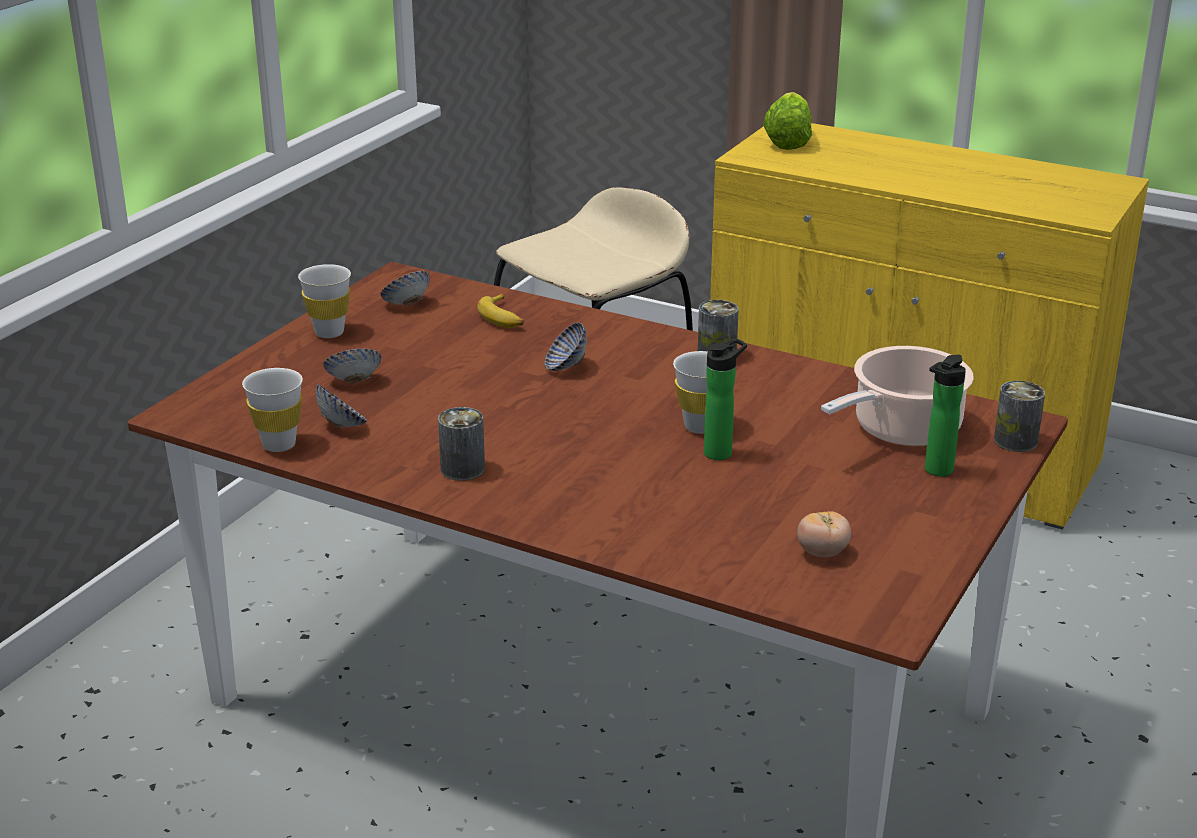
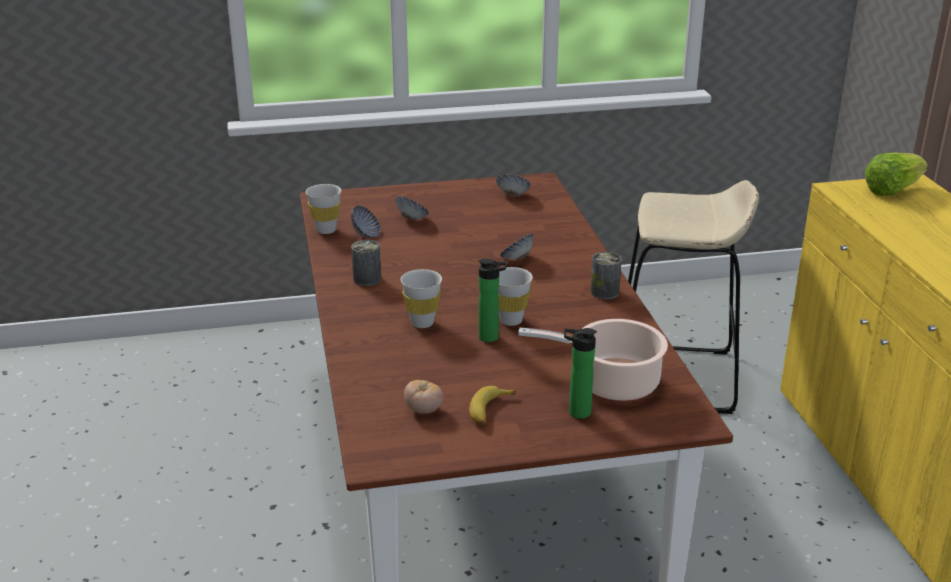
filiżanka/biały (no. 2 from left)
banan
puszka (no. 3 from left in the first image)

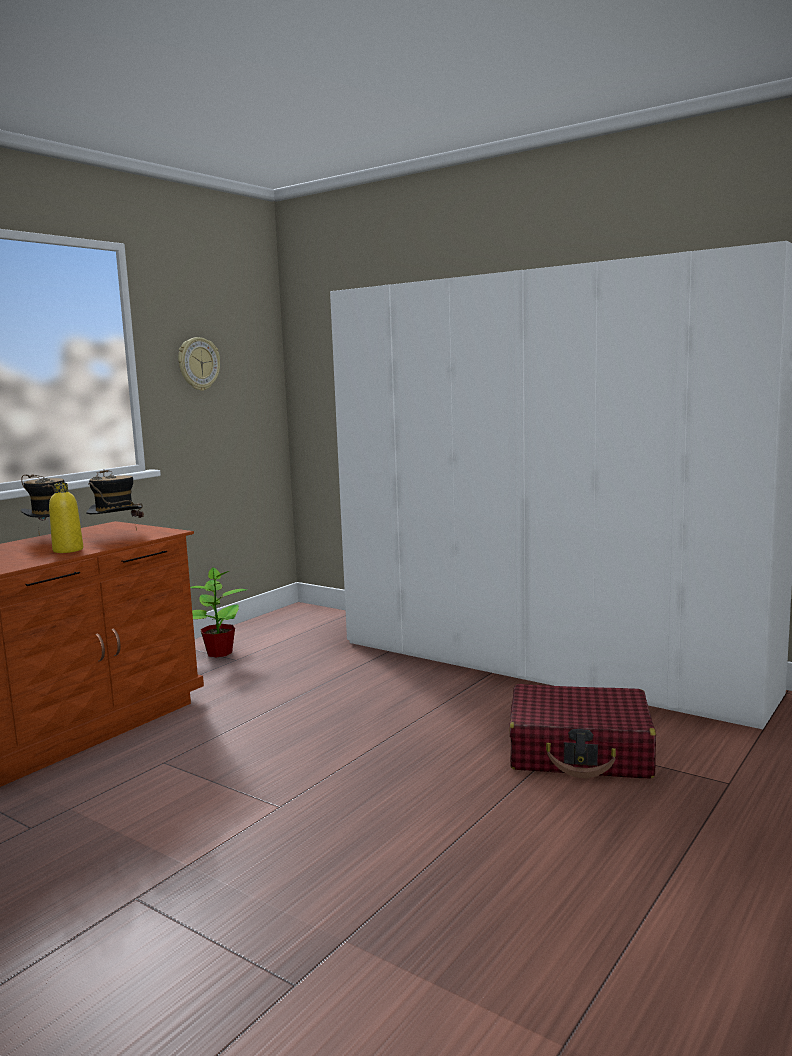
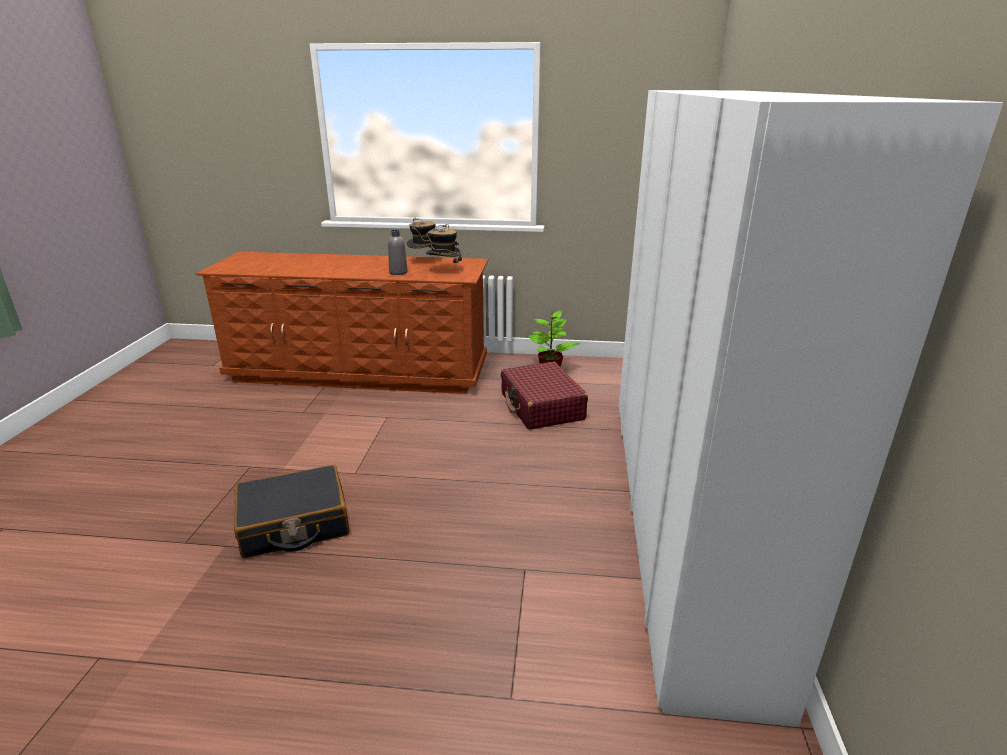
walizka/czarny
butelka/szary
walizka/czerwony
zegar ścienny

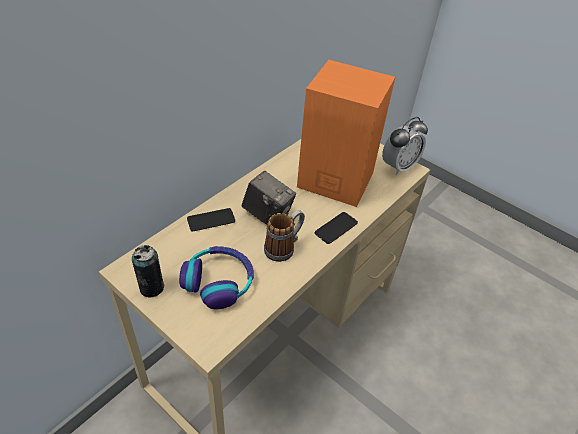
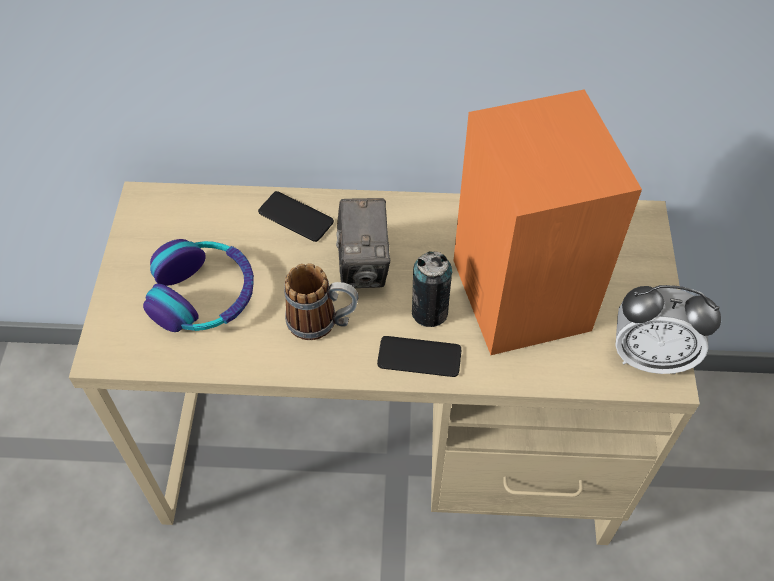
puszka

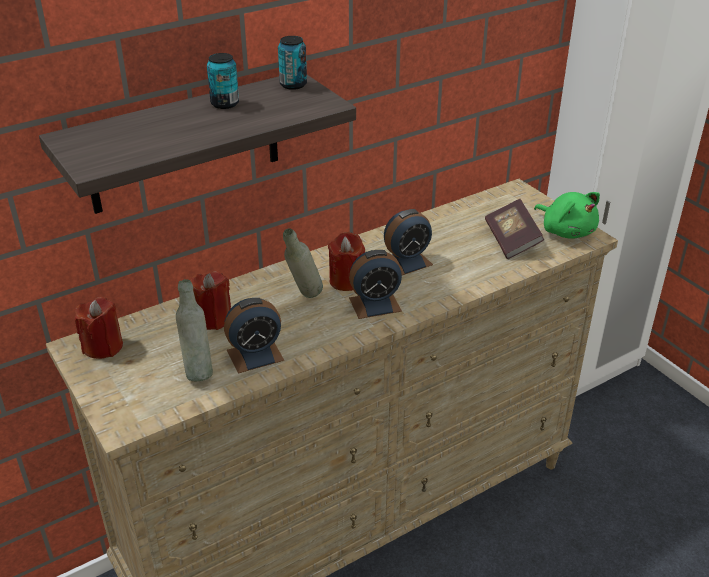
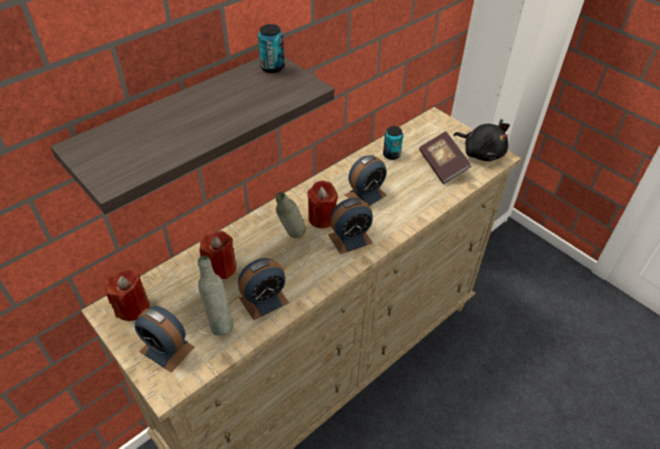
budzik (no. 1 from left)
puszka (no. 2 from left)
pluszak/czarny

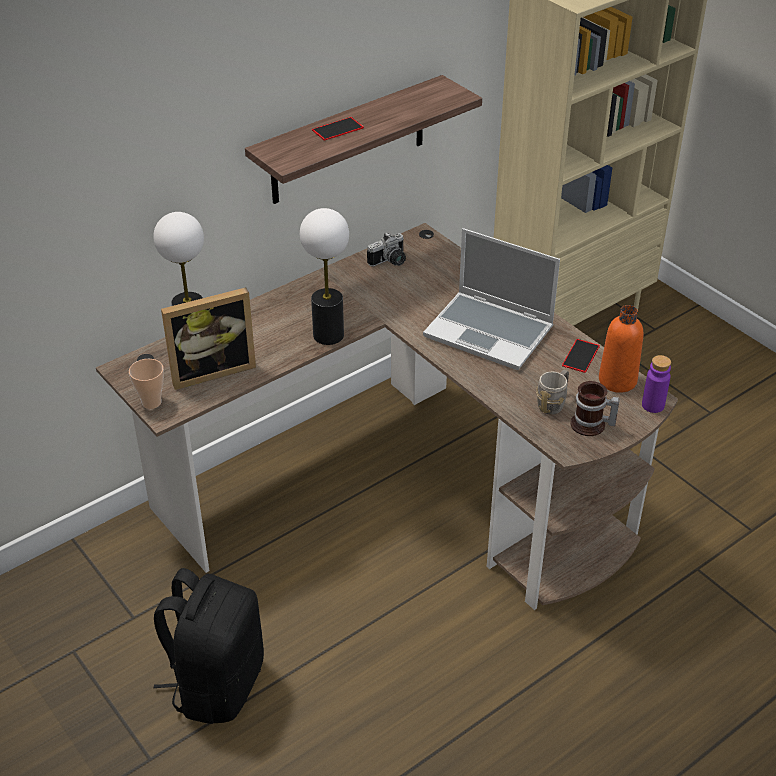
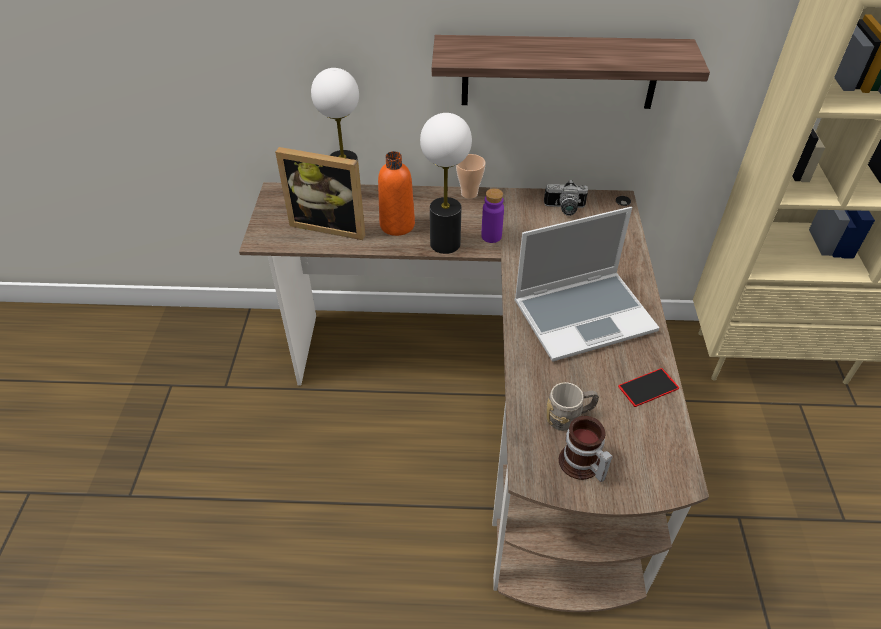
butelka/pomarańczowy
filiżanka
butelka/fioletowy
laptop
plecak/czarny
telefon (no. 1 from left in the first image)

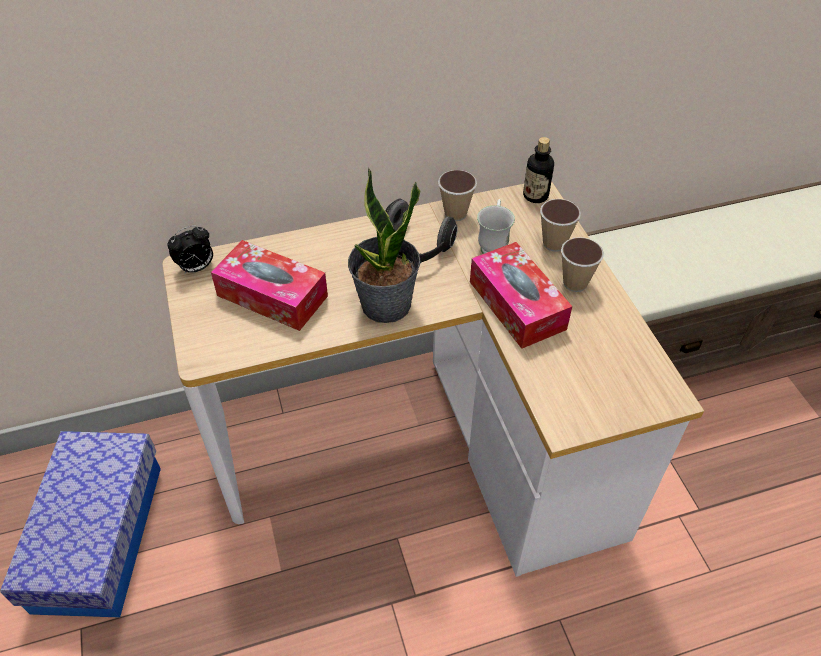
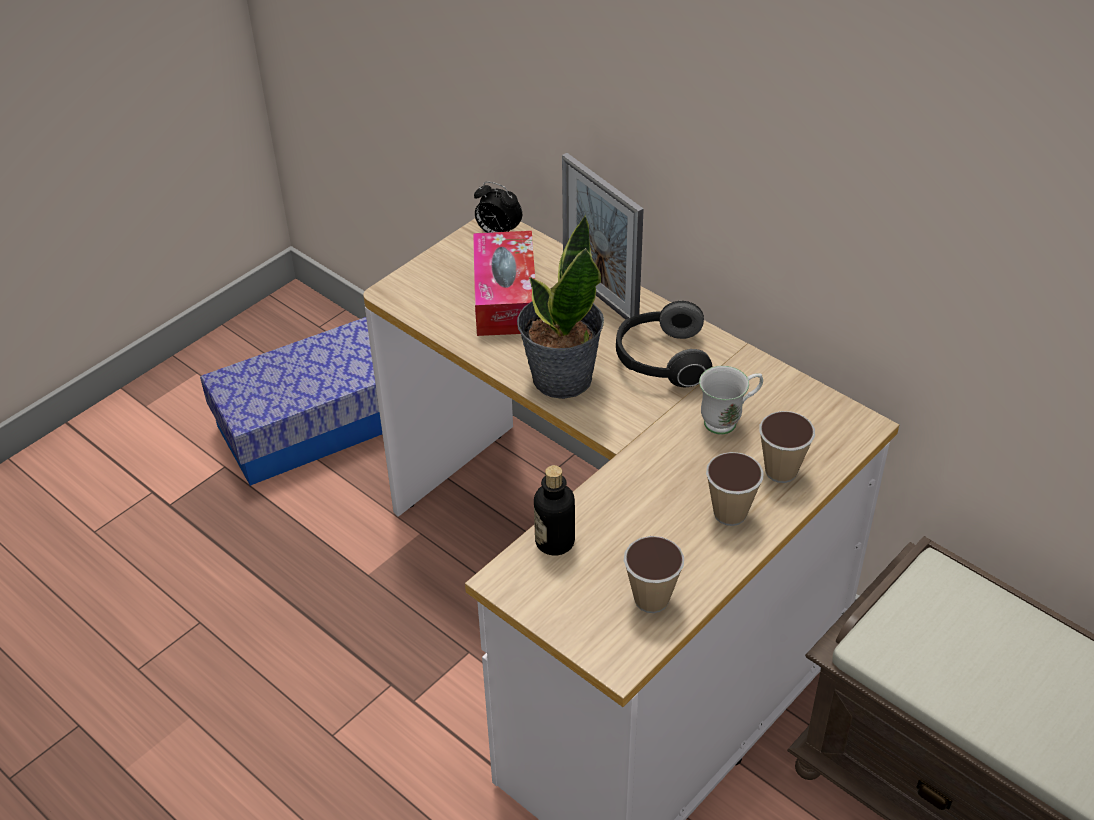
butelka
ramka na zdjęcie
filiżanka (no. 1 from left)
pudełko chusteczek (no. 2 from left in the first image)

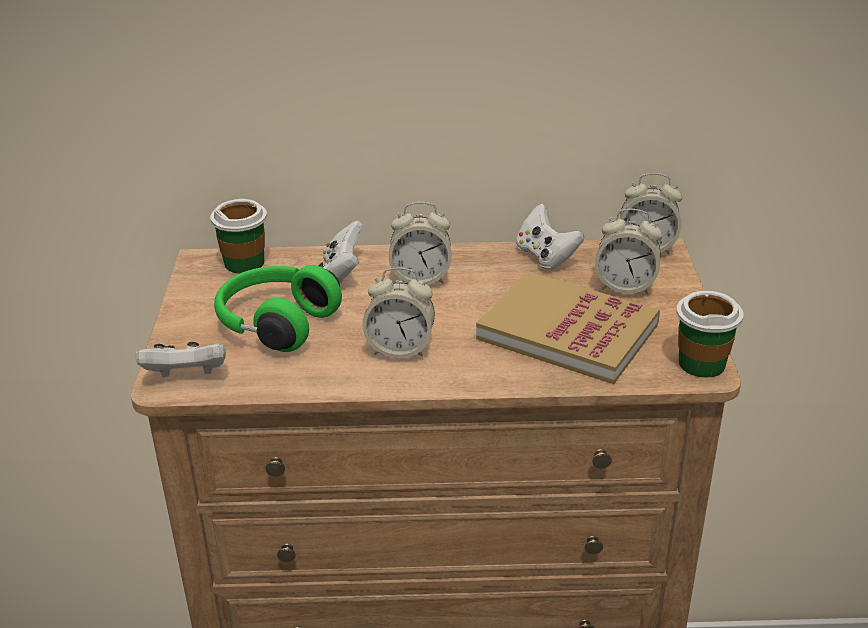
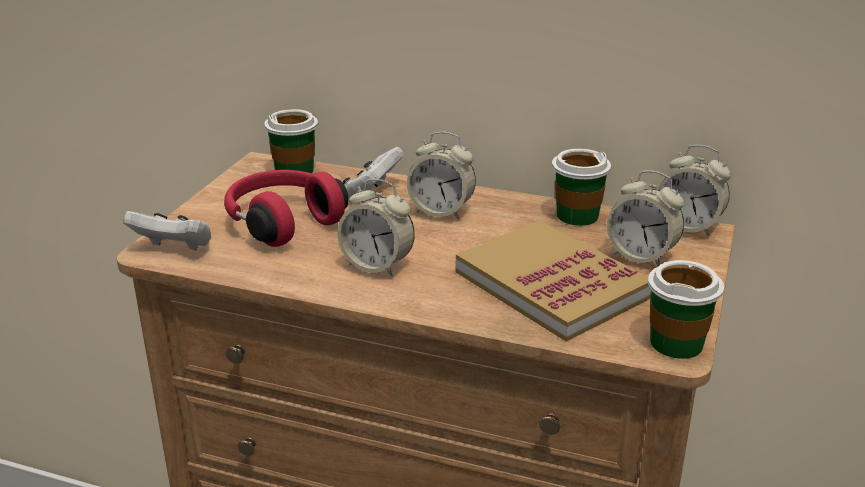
słuchawki/czerwony
filiżanka (no. 2 from left)

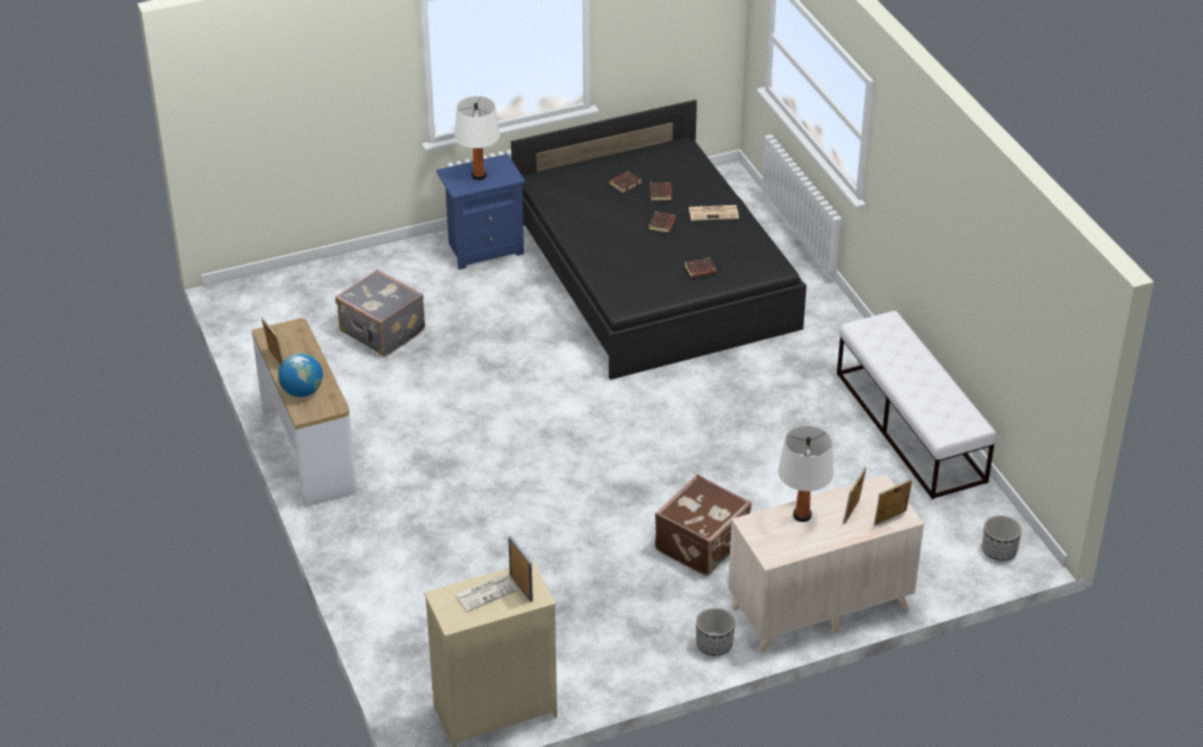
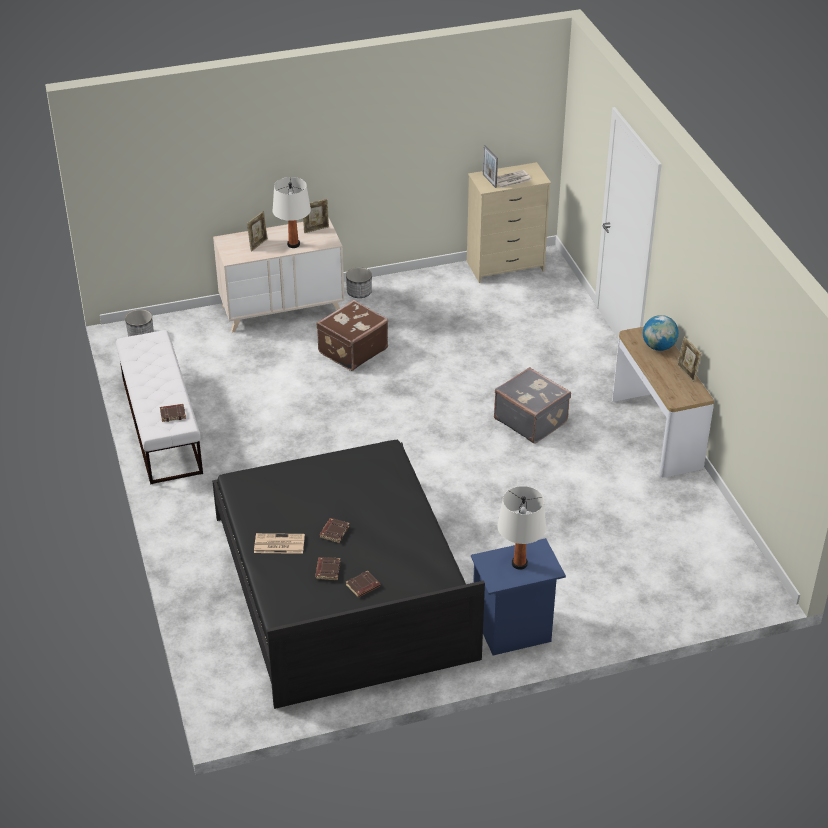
książka/brązowy (no. 1 from left)
ramka na zdjęcie (no. 2 from left)
walizka/szary

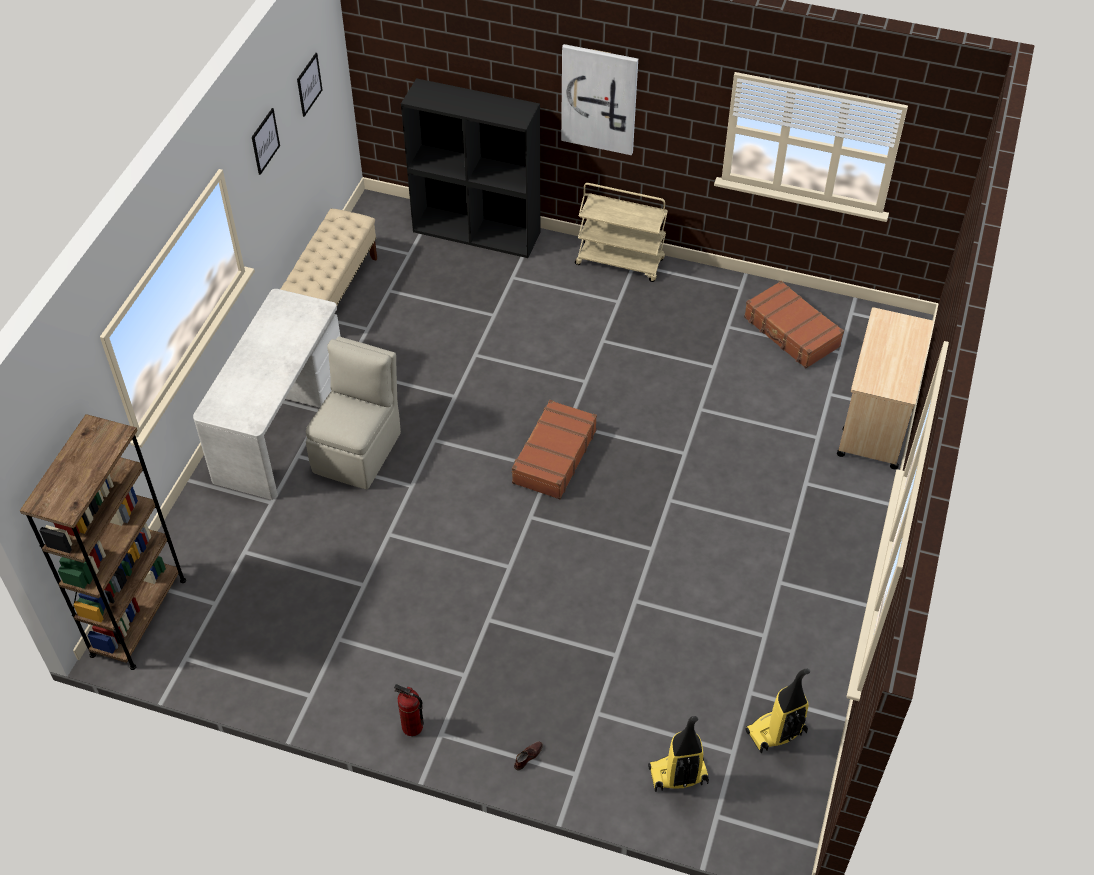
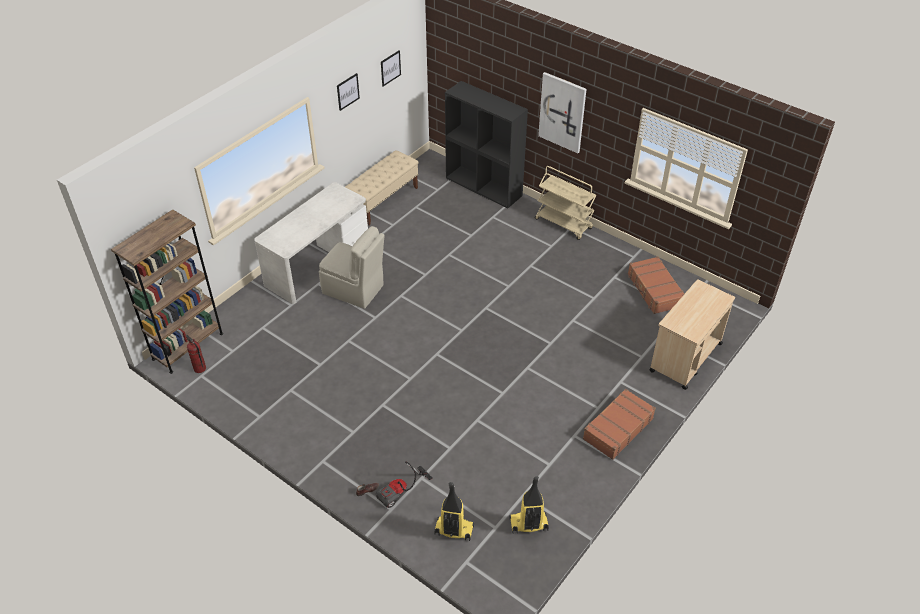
gaśnica
krzesło/beżowy
odkurzacz (no. 1 from left)
walizka/brązowy (no. 1 from left)

